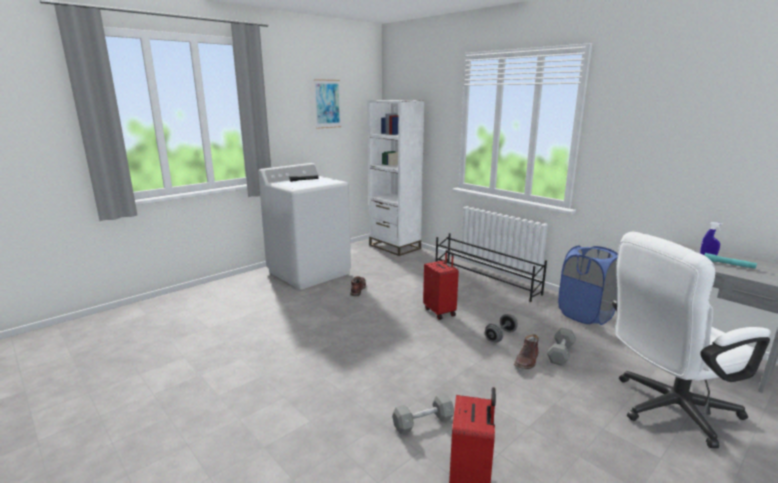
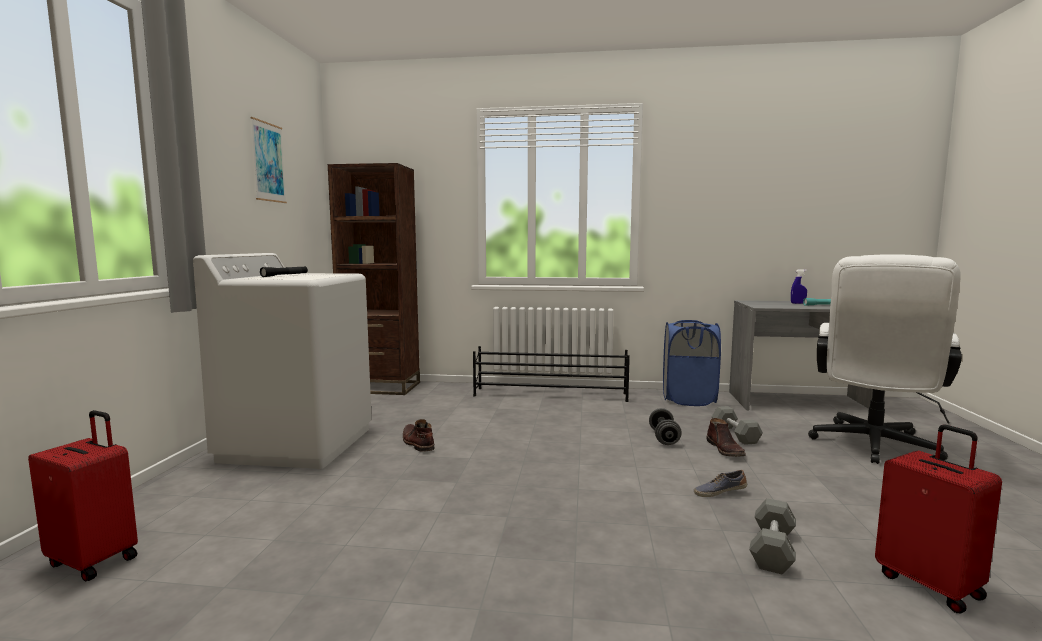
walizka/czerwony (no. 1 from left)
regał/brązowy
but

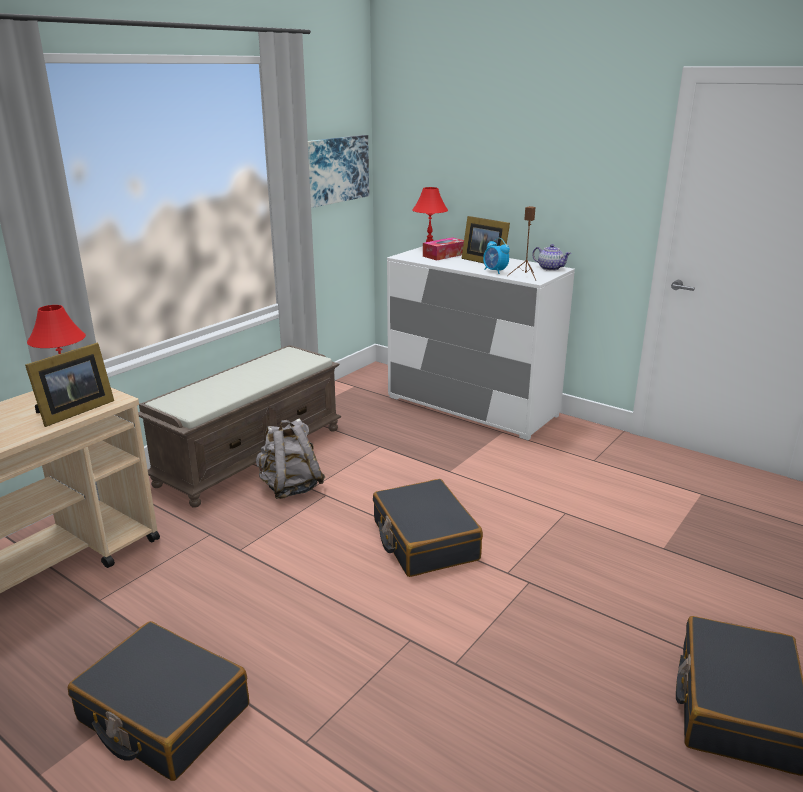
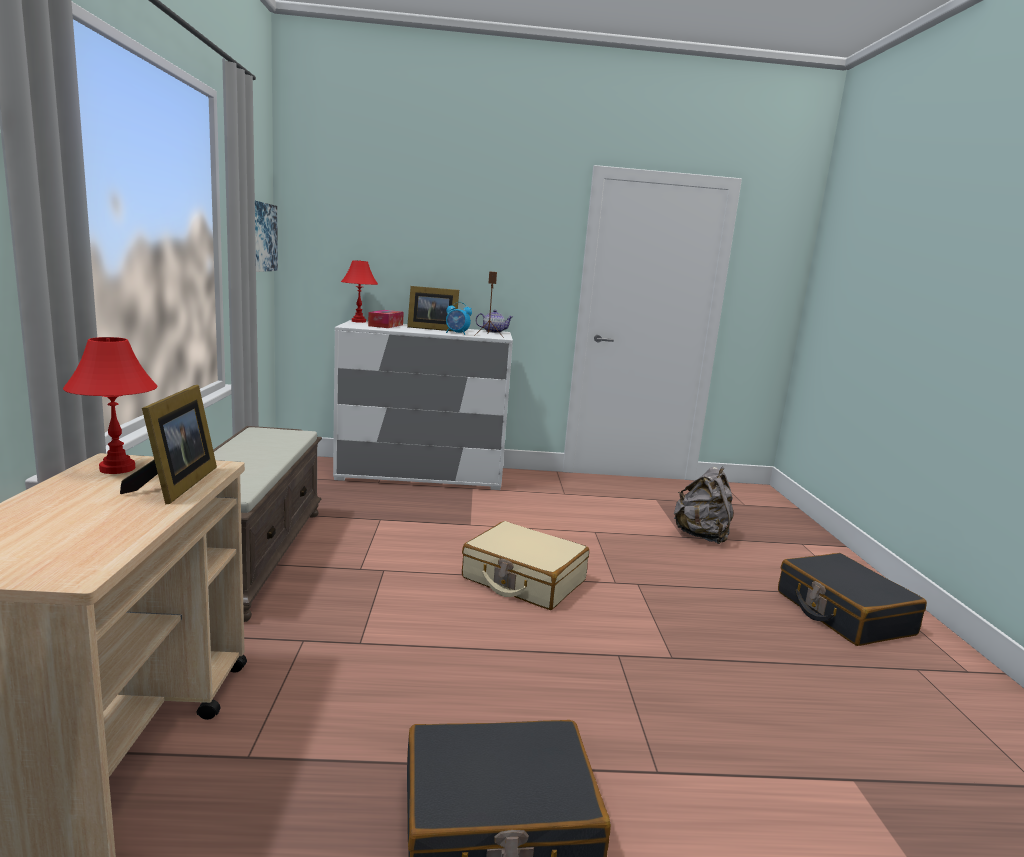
walizka/beżowy
plecak/szary

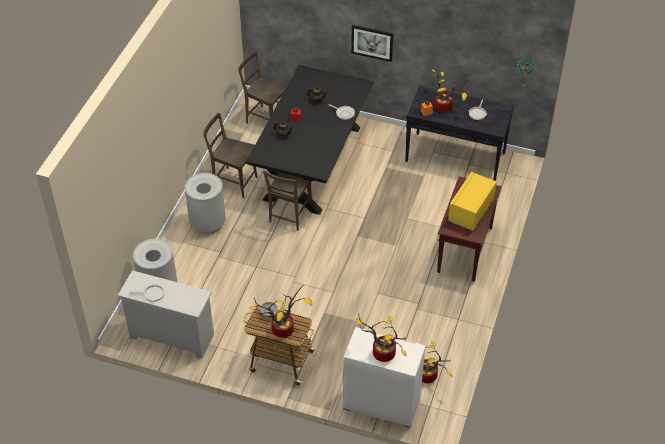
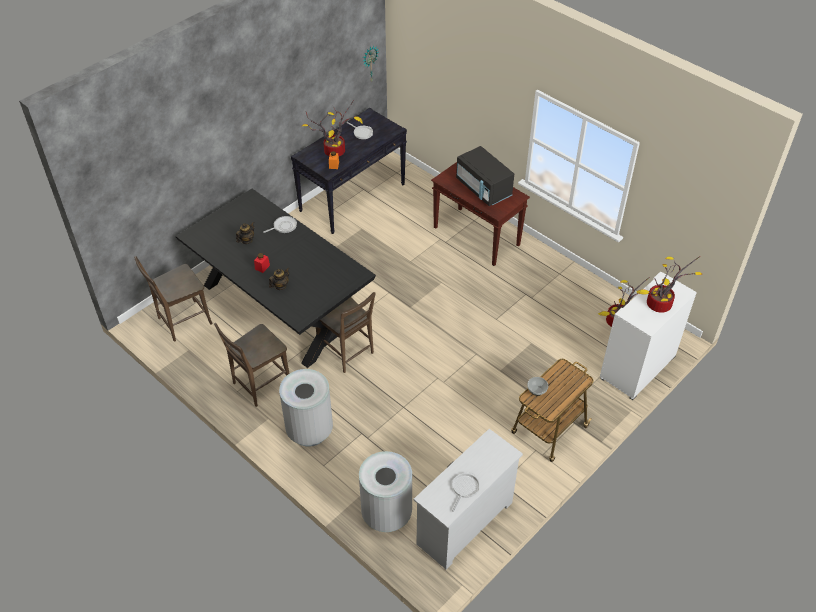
mikrofalówka/czarny
roślina doniczkowa (no. 1 from left in the first image)
obraz

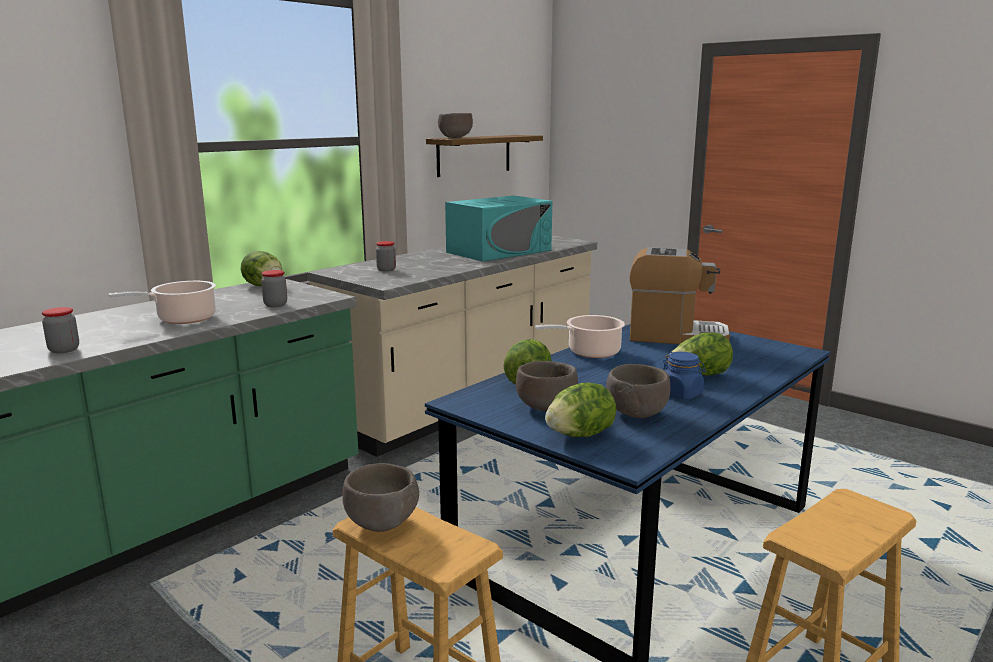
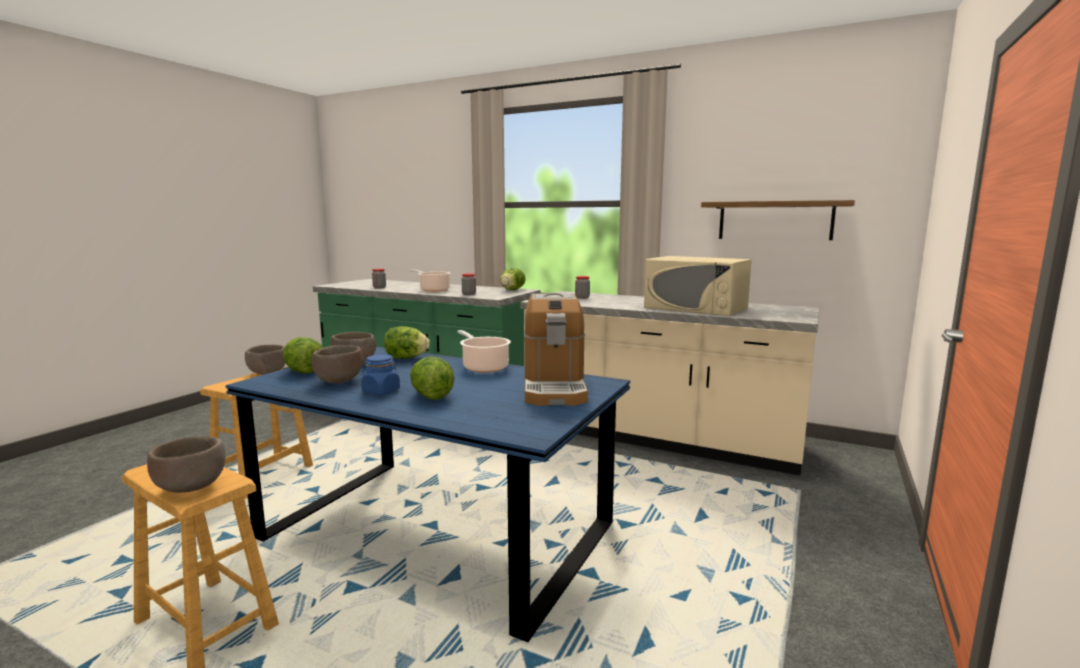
miska/brązowy (no. 1 from left)
mikrofalówka/beżowy

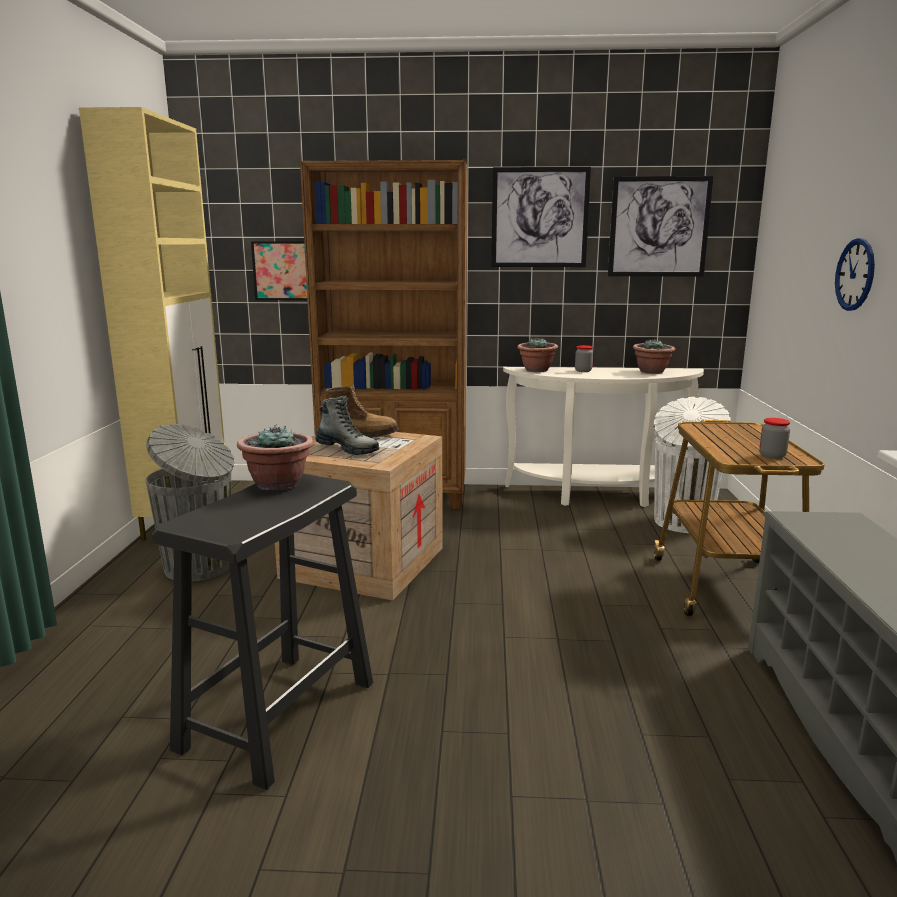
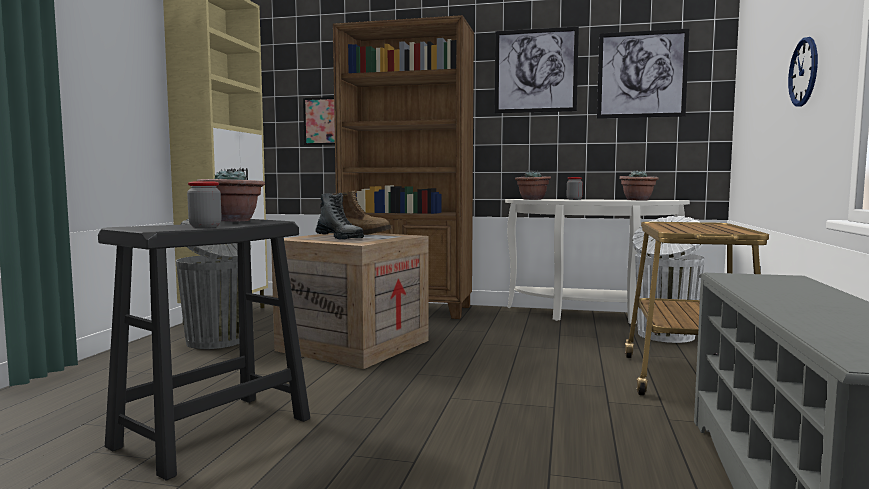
słoik (no. 1 from left)

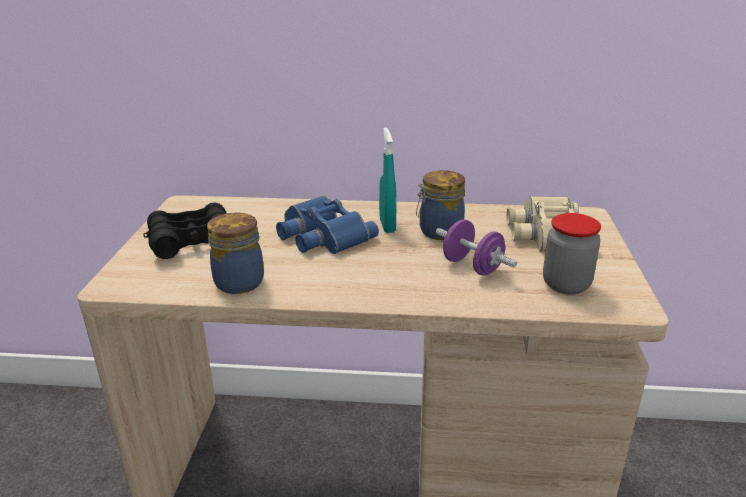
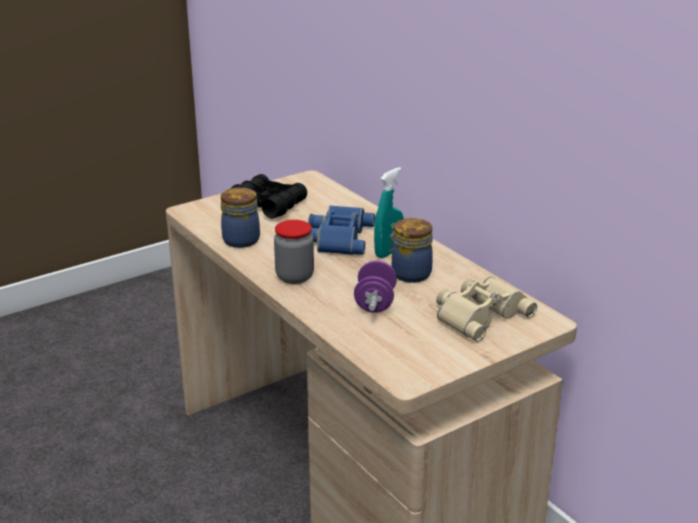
słoik (no. 2 from left)

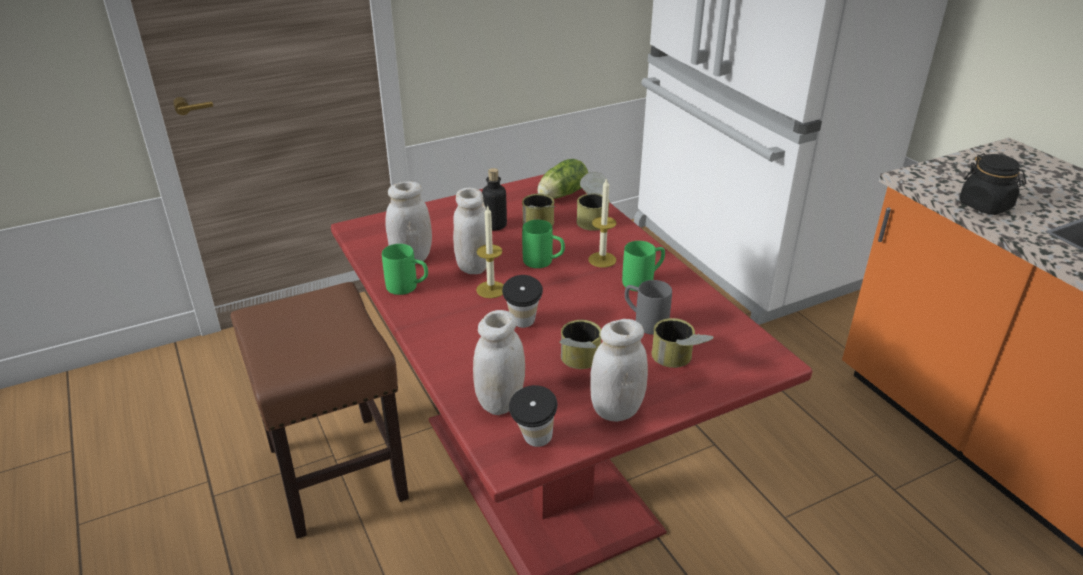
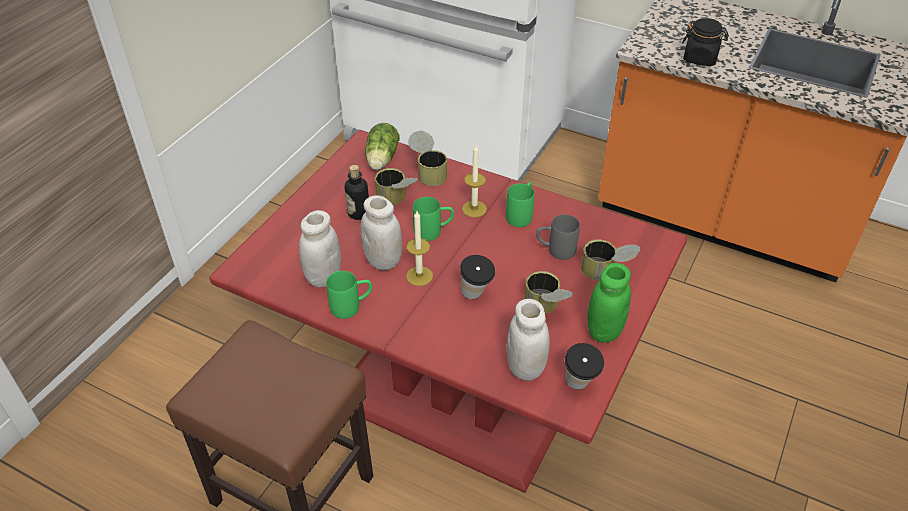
słoik/zielony

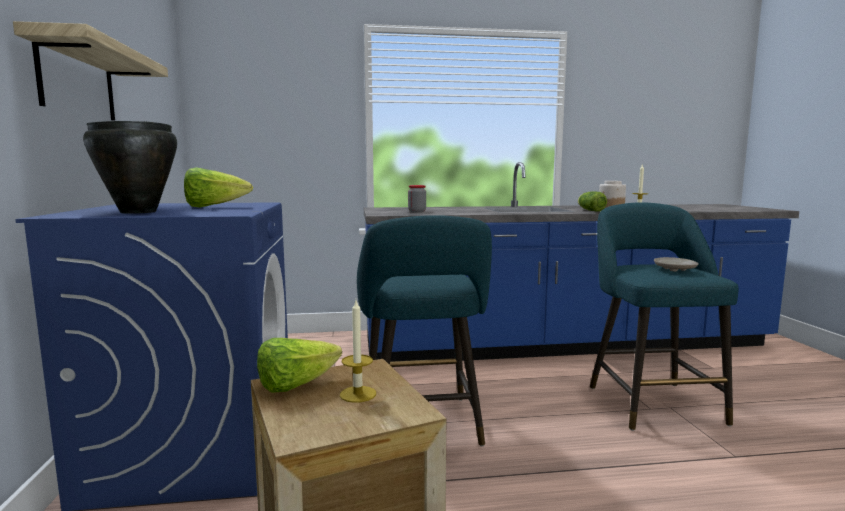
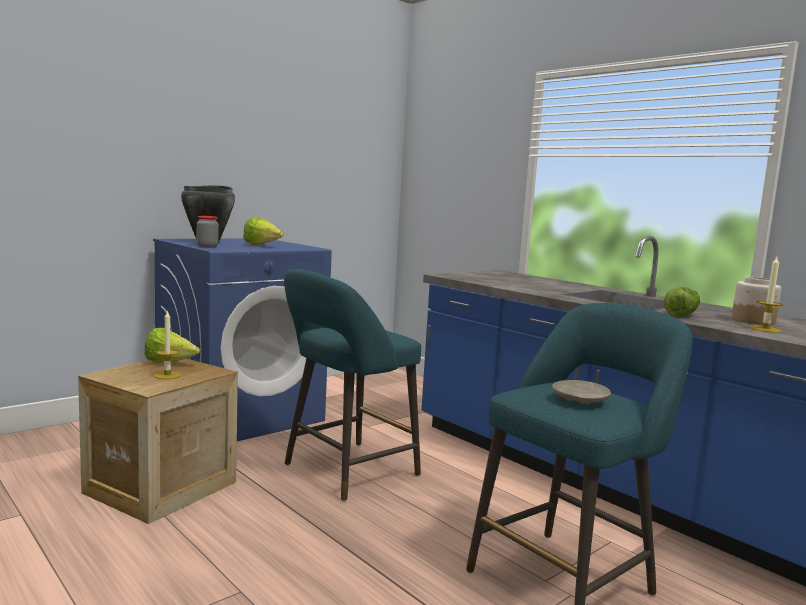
słoik (no. 1 from left)
półka

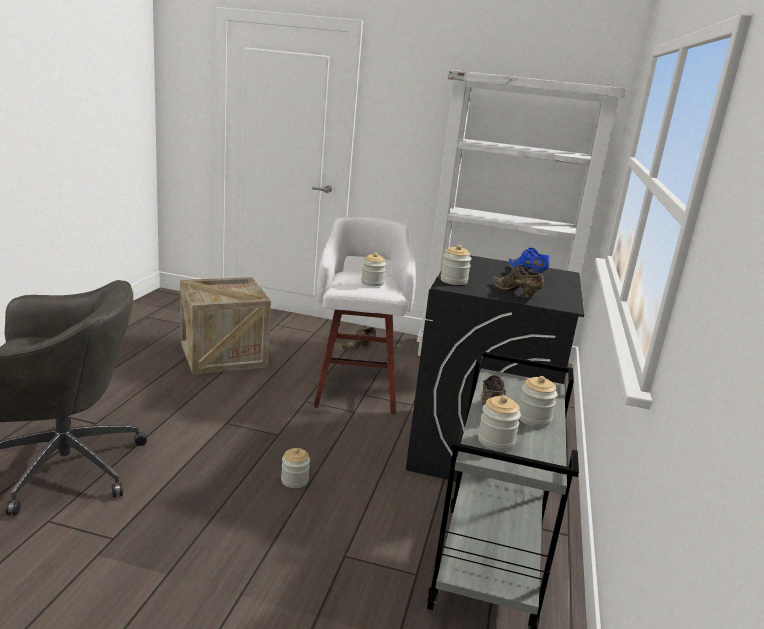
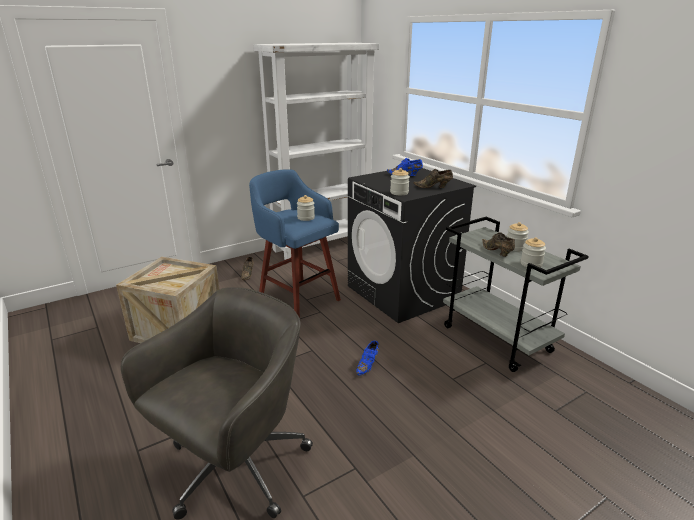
stołek/niebieski
but/niebieski (no. 1 from left)

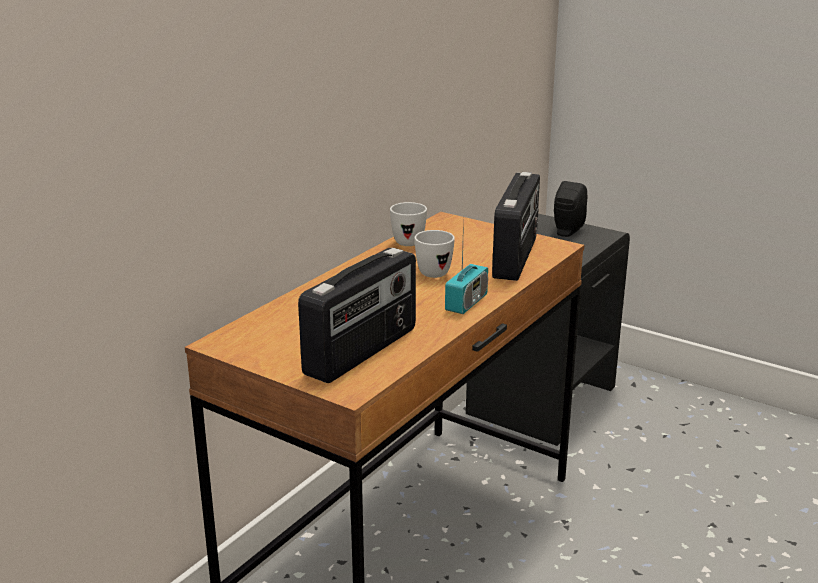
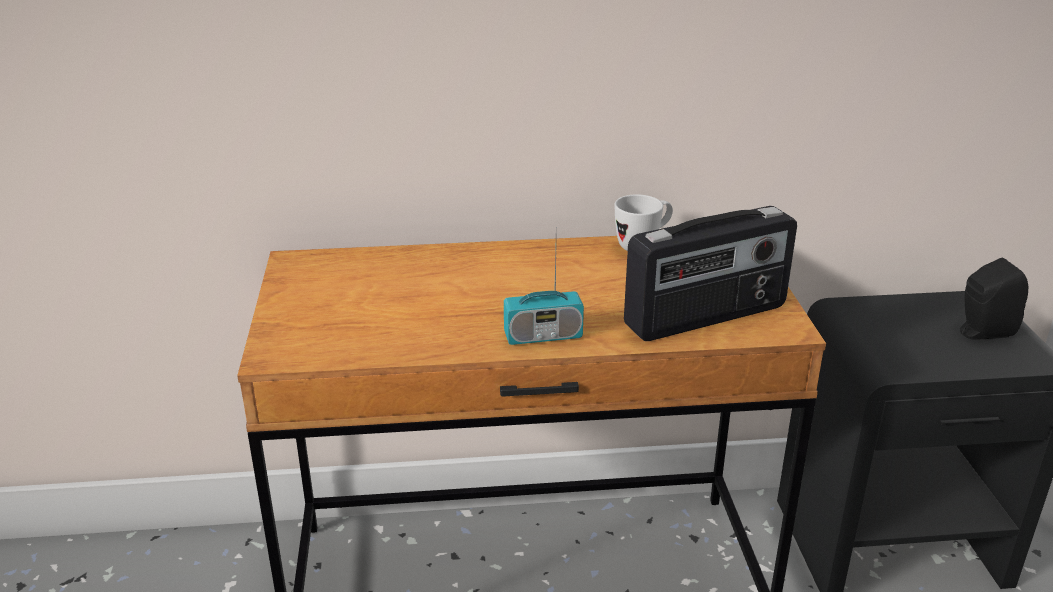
radio (no. 1 from left in the first image)
kubek/biały (no. 2 from left in the first image)

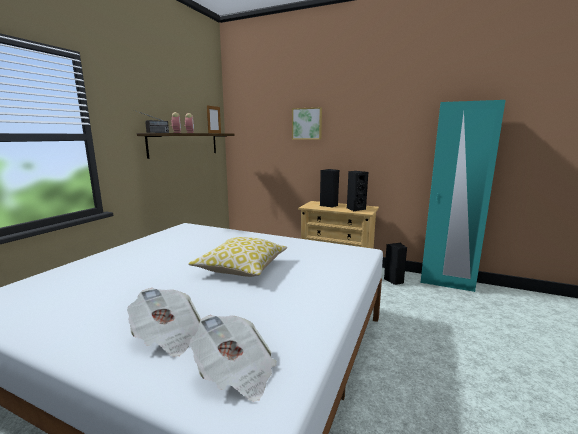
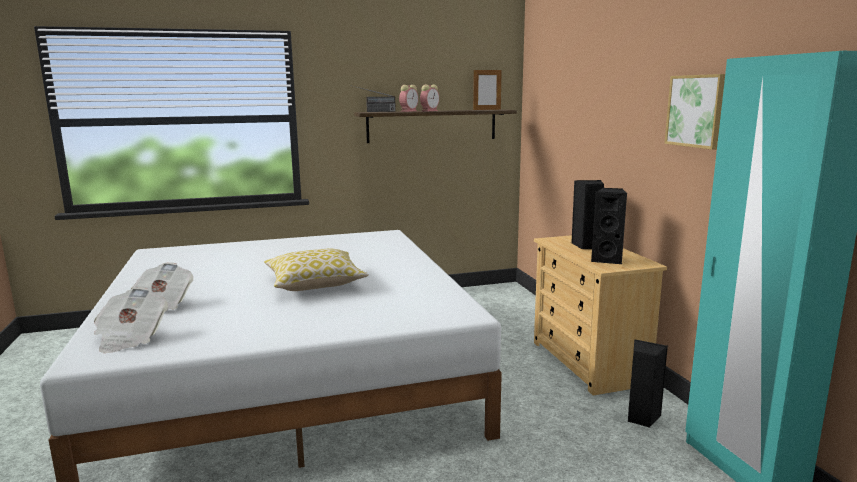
obraz

